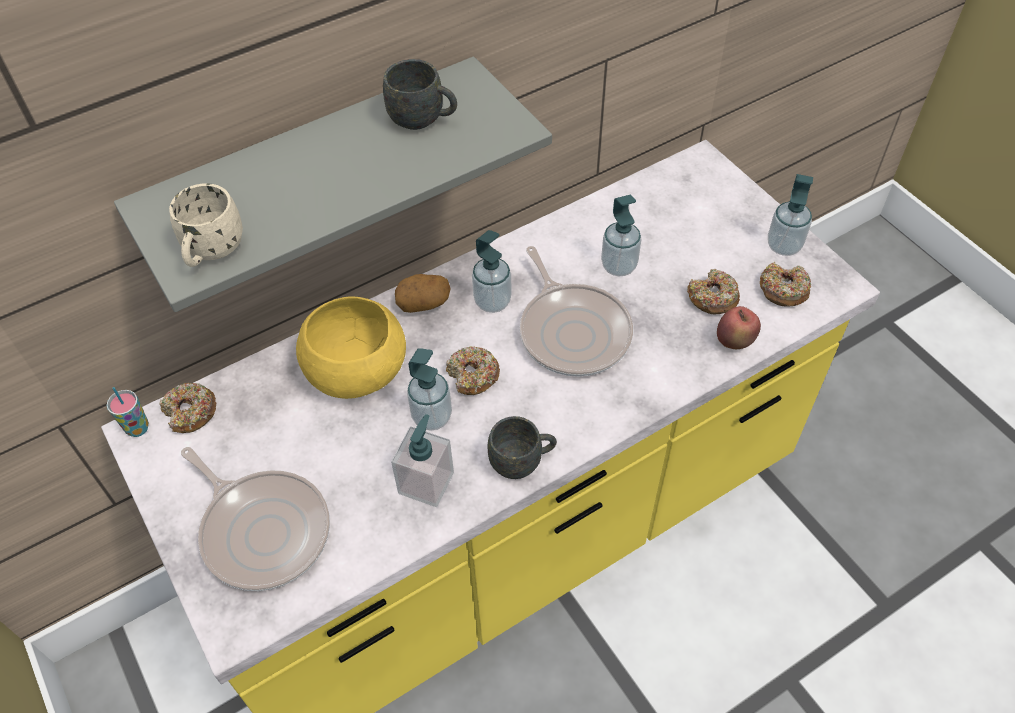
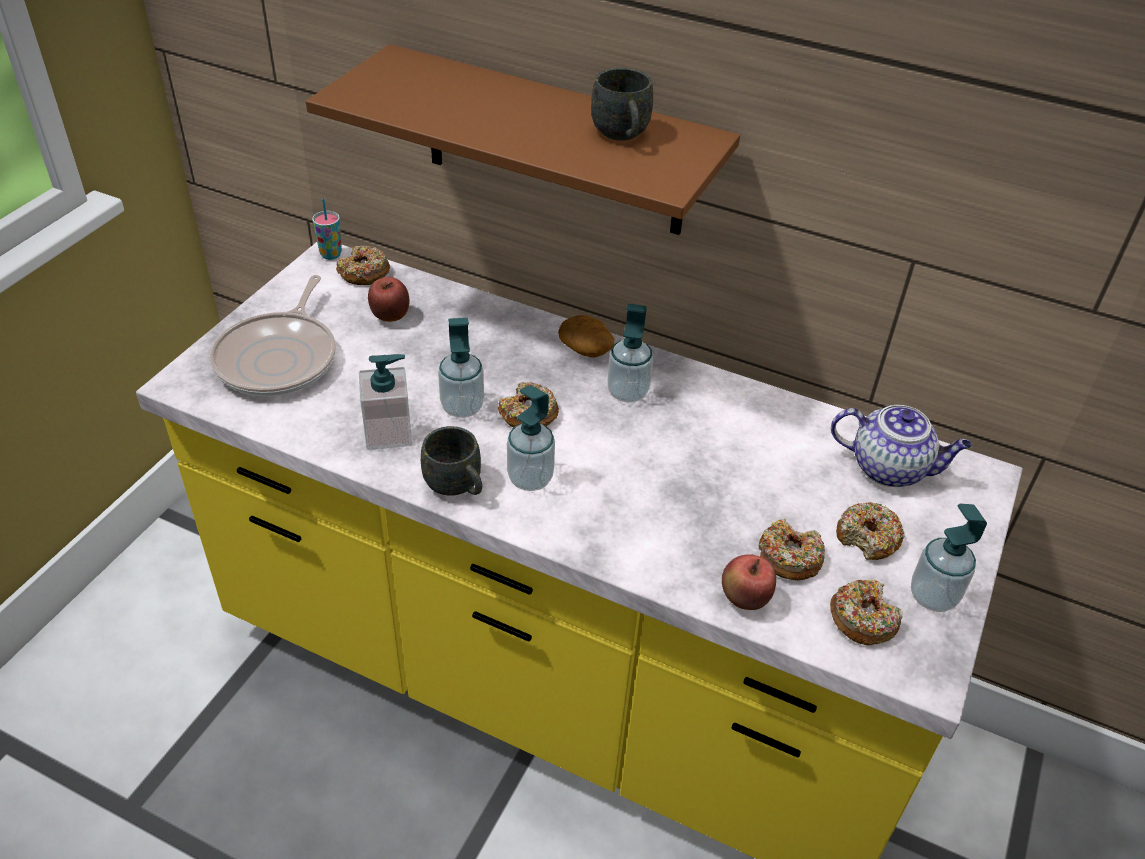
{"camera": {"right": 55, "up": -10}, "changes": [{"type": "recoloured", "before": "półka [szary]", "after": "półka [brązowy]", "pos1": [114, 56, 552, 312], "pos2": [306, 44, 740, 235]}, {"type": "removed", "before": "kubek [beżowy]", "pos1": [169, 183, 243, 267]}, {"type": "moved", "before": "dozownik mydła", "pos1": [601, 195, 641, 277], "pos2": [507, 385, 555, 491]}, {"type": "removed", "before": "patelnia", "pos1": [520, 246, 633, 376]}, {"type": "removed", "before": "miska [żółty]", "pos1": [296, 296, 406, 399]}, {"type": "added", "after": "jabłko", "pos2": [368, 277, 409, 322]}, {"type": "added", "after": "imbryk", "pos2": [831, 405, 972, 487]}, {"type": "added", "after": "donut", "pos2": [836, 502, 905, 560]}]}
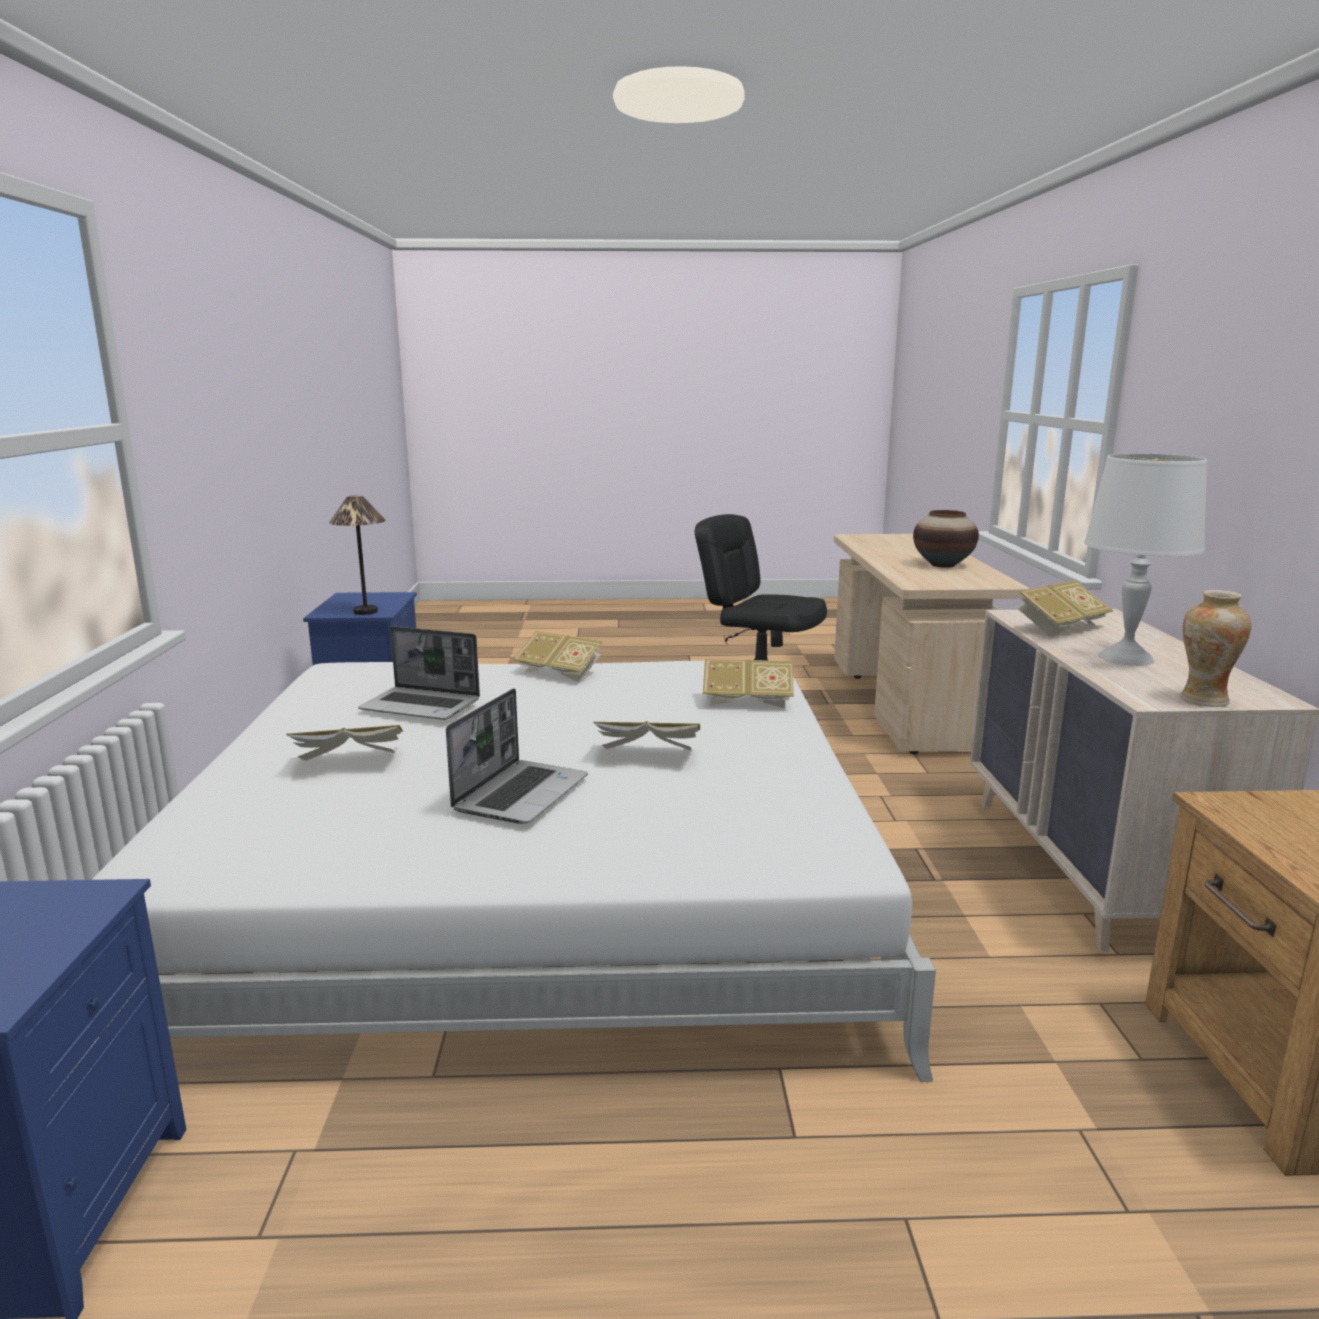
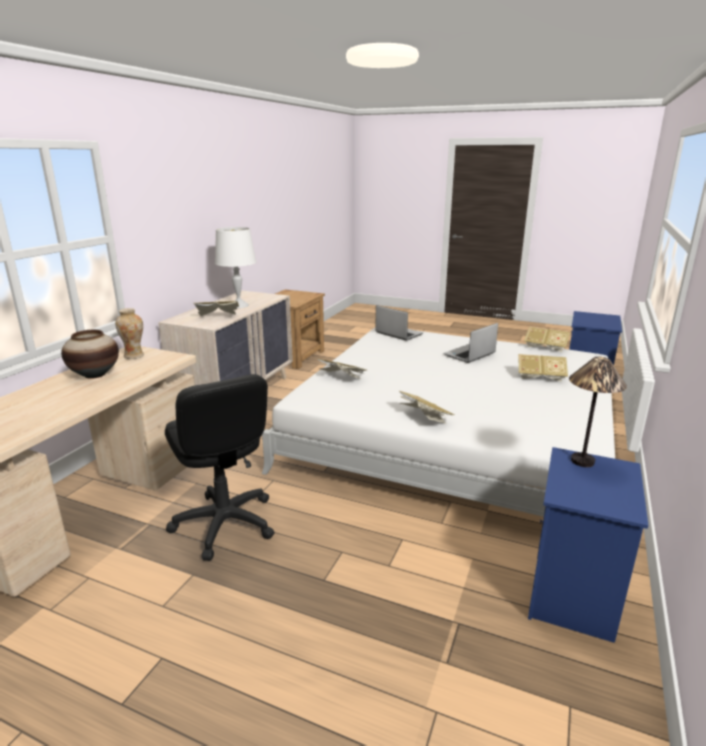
{"camera": {"right": -155, "up": 5}, "changes": [{"type": "moved", "before": "wazon", "pos1": [1180, 590, 1252, 707], "pos2": [115, 308, 144, 359]}, {"type": "moved", "before": "laptop", "pos1": [358, 626, 480, 720], "pos2": [375, 305, 423, 341]}, {"type": "moved", "before": "książka", "pos1": [593, 721, 700, 751], "pos2": [524, 327, 570, 352]}]}
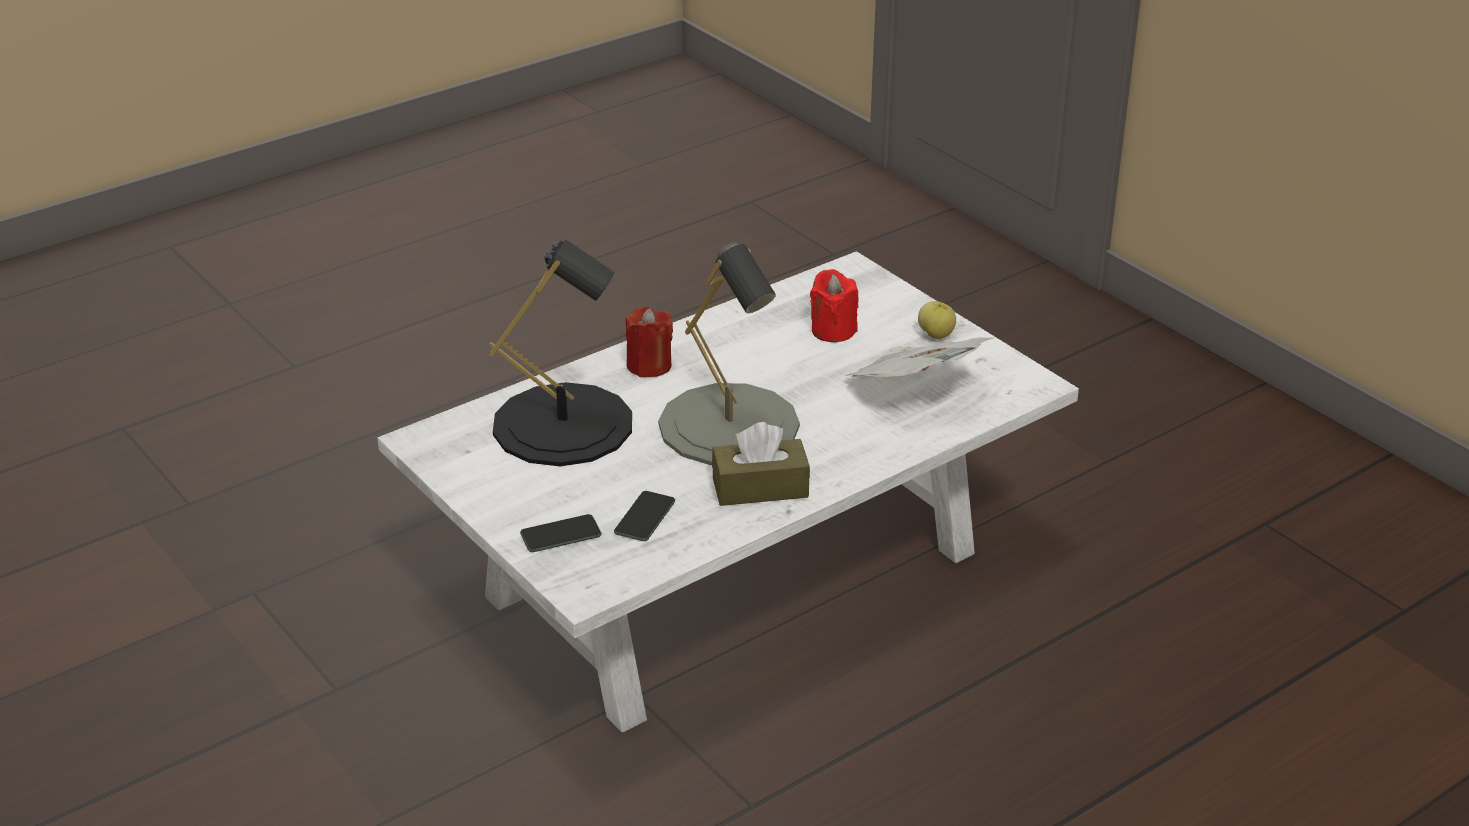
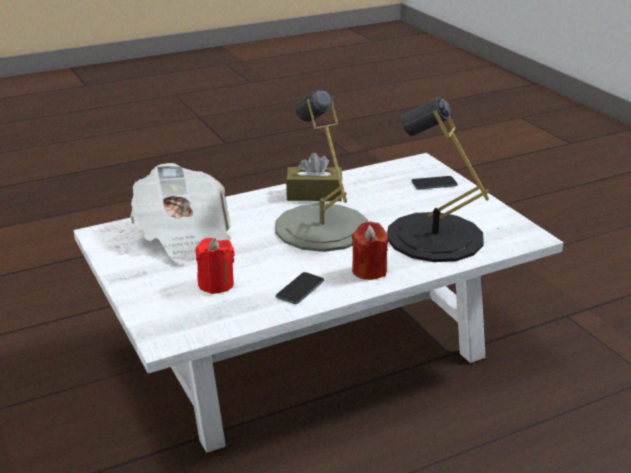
{"camera": {"right": -170, "up": -5}, "changes": [{"type": "removed", "before": "jabłko", "pos1": [918, 301, 956, 339]}, {"type": "moved", "before": "telefon", "pos1": [614, 491, 675, 541], "pos2": [276, 272, 324, 304]}]}
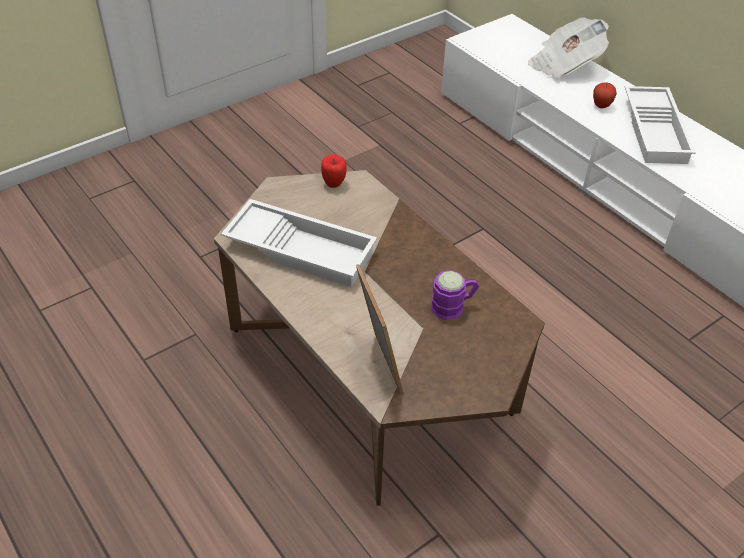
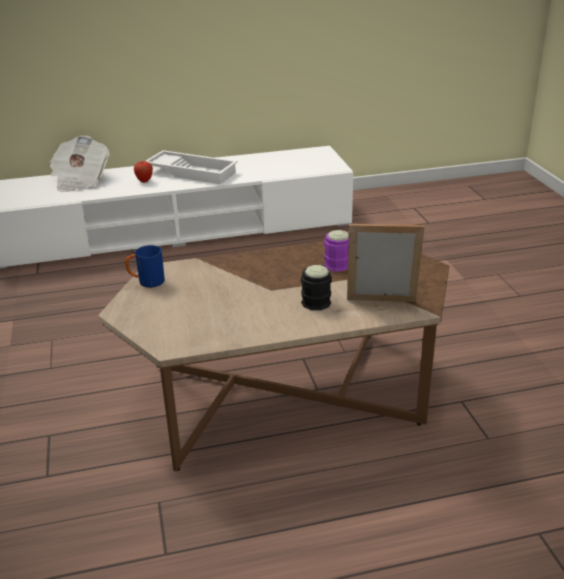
{"camera": {"right": -65, "up": -15}, "changes": [{"type": "replaced", "before": "jabłko", "after": "kubek [niebieski]", "pos1": [321, 154, 347, 188], "pos2": [125, 245, 165, 288]}, {"type": "removed", "before": "taca [biały]", "pos1": [221, 199, 377, 287]}, {"type": "added", "after": "kubek [czarny]", "pos2": [301, 265, 332, 310]}]}
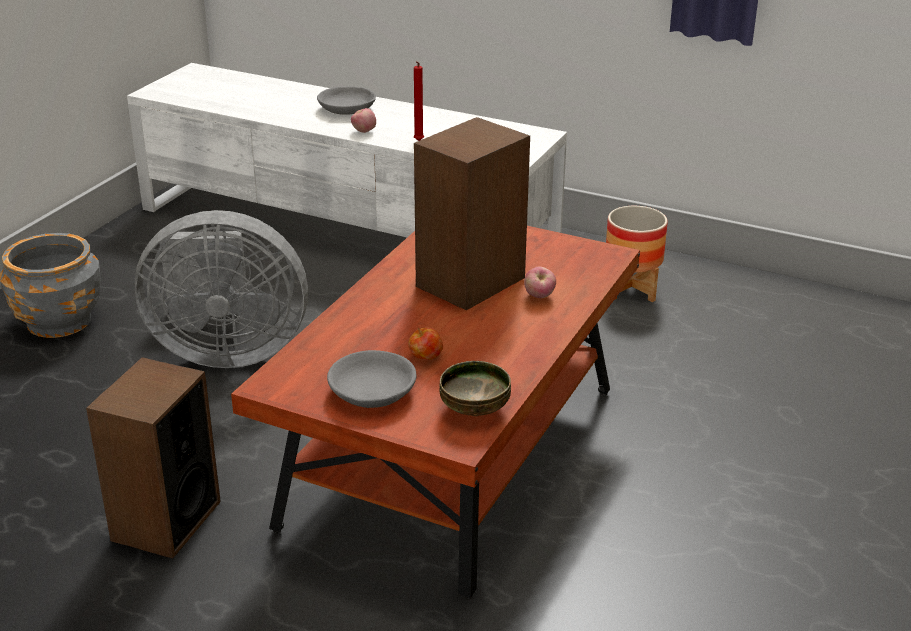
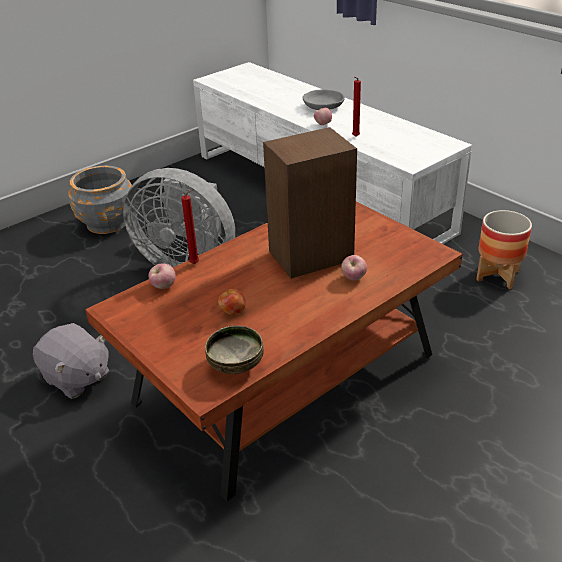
{"camera": {"right": 25, "up": 5}, "changes": [{"type": "removed", "before": "miska [szary]", "pos1": [327, 350, 416, 408]}, {"type": "replaced", "before": "głośnik", "after": "pluszak [szary]", "pos1": [86, 357, 221, 559], "pos2": [33, 323, 110, 399]}, {"type": "added", "after": "świeca [czerwony]", "pos2": [181, 189, 199, 264]}, {"type": "added", "after": "jabłko", "pos2": [148, 263, 176, 289]}]}
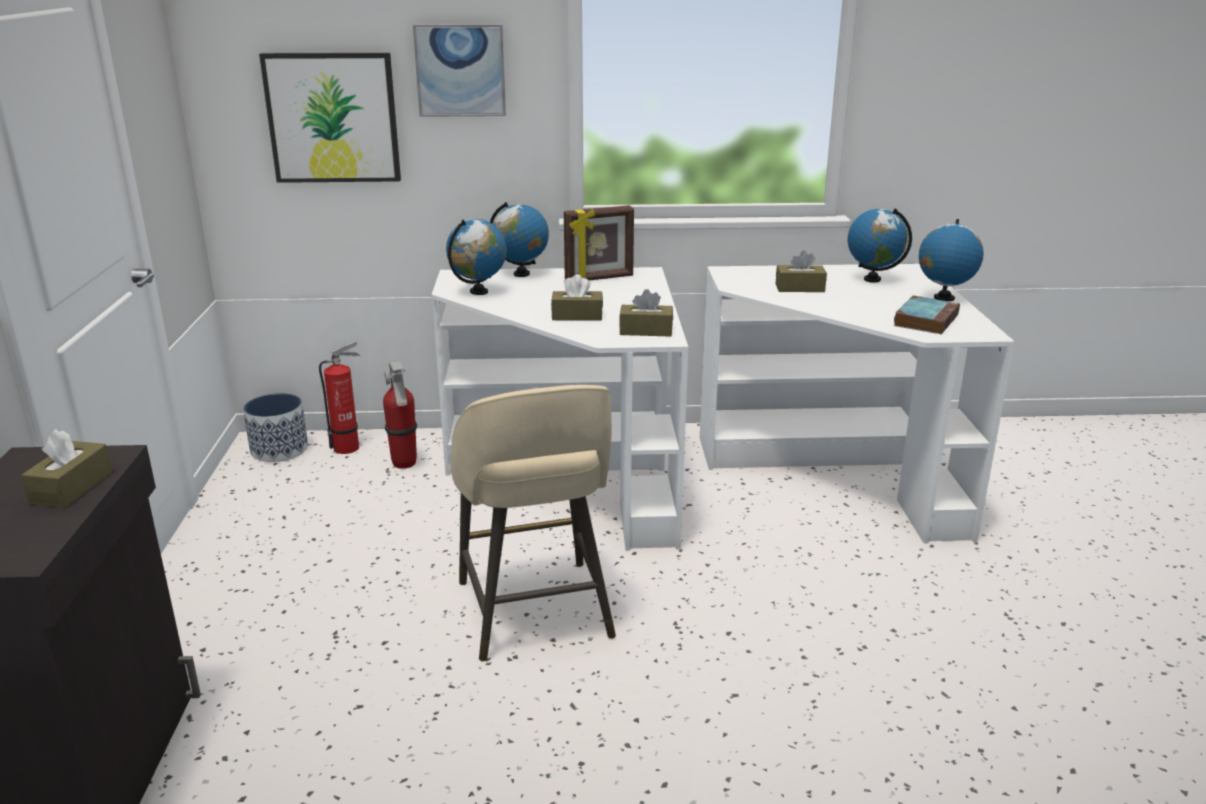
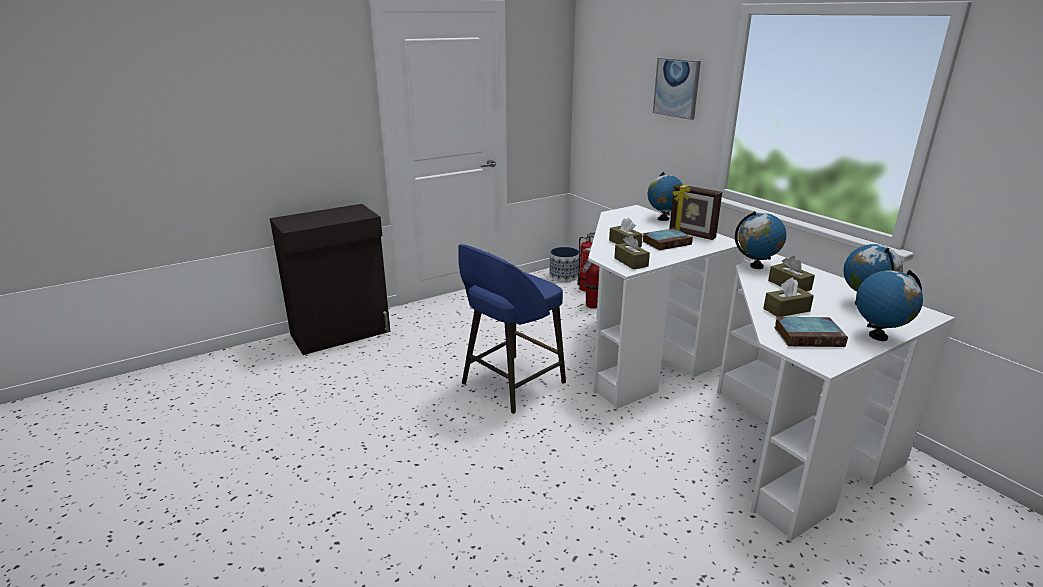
{"camera": {"right": 60, "up": 0}, "changes": [{"type": "removed", "before": "obraz", "pos1": [259, 53, 401, 183]}, {"type": "moved", "before": "globus", "pos1": [446, 219, 507, 295], "pos2": [735, 211, 786, 269]}, {"type": "recoloured", "before": "stołek [beżowy]", "after": "stołek [niebieski]", "pos1": [451, 385, 616, 662], "pos2": [458, 244, 566, 414]}, {"type": "moved", "before": "pudełko chusteczek [brązowy]", "pos1": [21, 429, 112, 508], "pos2": [763, 277, 814, 317]}, {"type": "added", "after": "książka", "pos2": [642, 228, 693, 250]}]}
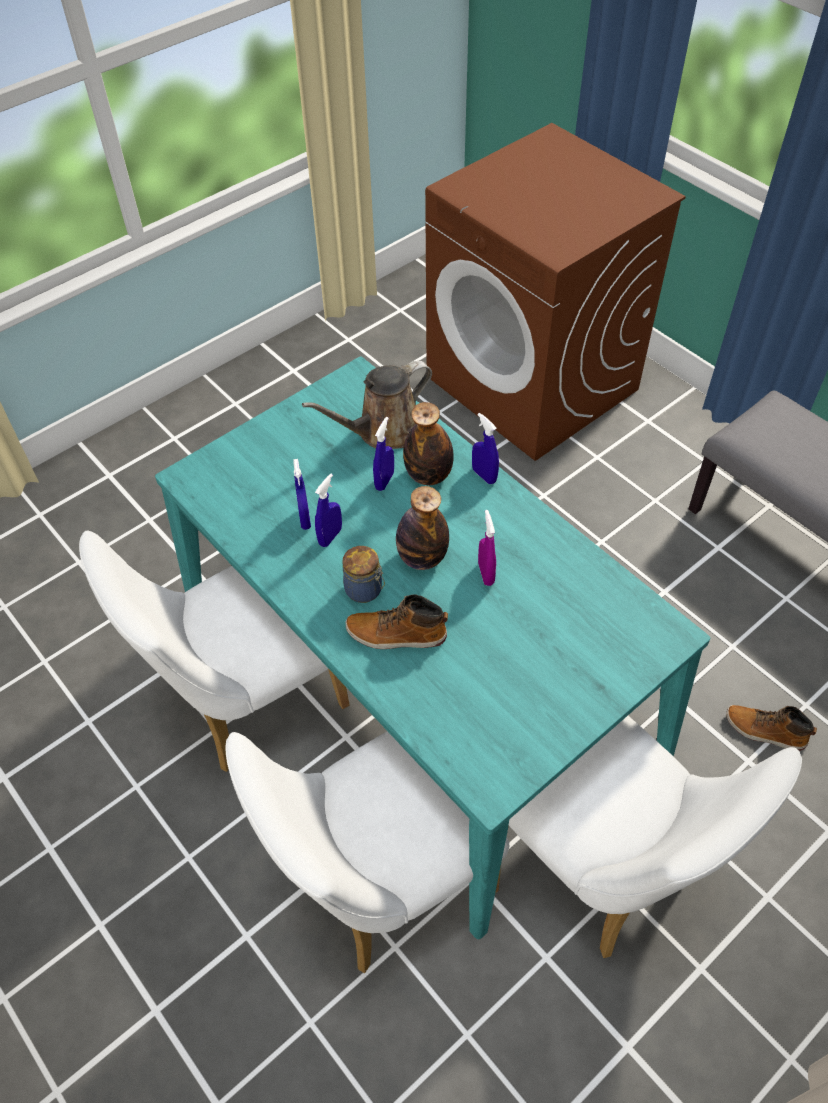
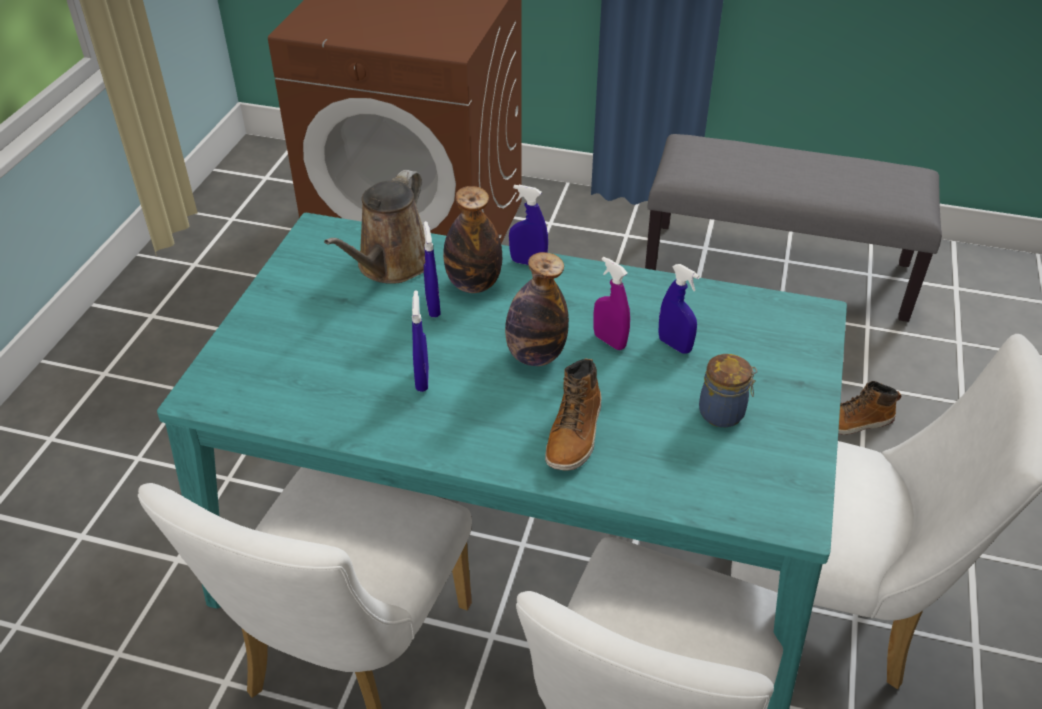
{"camera": {"right": -35, "up": -10}, "changes": [{"type": "moved", "before": "spryskiwacz [niebieski]", "pos1": [293, 459, 311, 530], "pos2": [658, 264, 700, 354]}, {"type": "moved", "before": "słoik", "pos1": [343, 546, 385, 603], "pos2": [699, 354, 757, 427]}, {"type": "turned", "before": "but z cholewką", "pos1": [346, 595, 448, 649], "pos2": [545, 359, 602, 471], "turn": -45}]}
